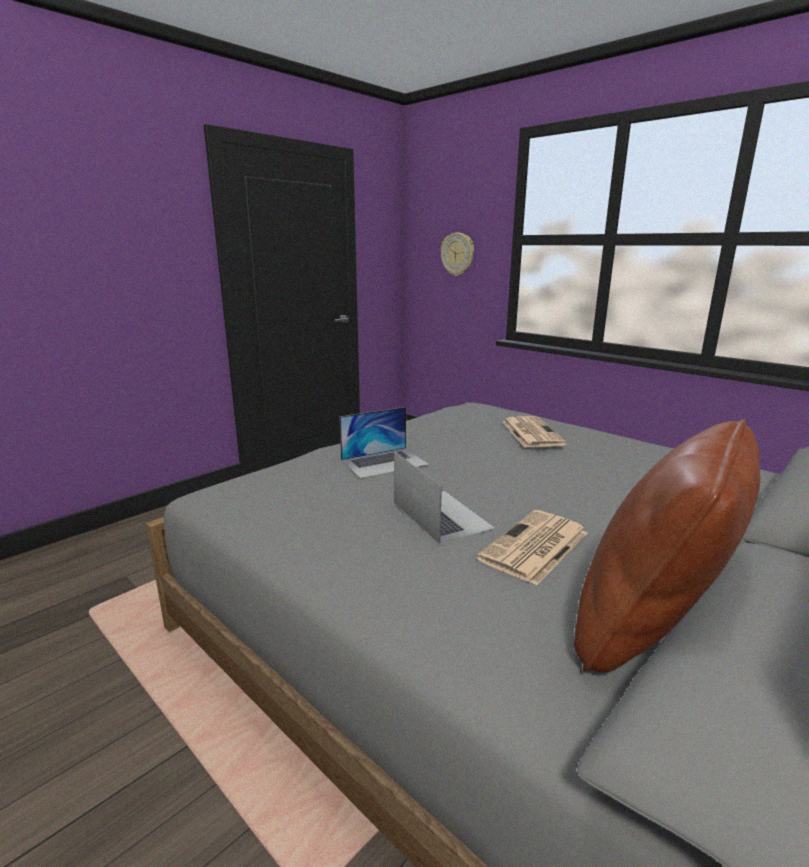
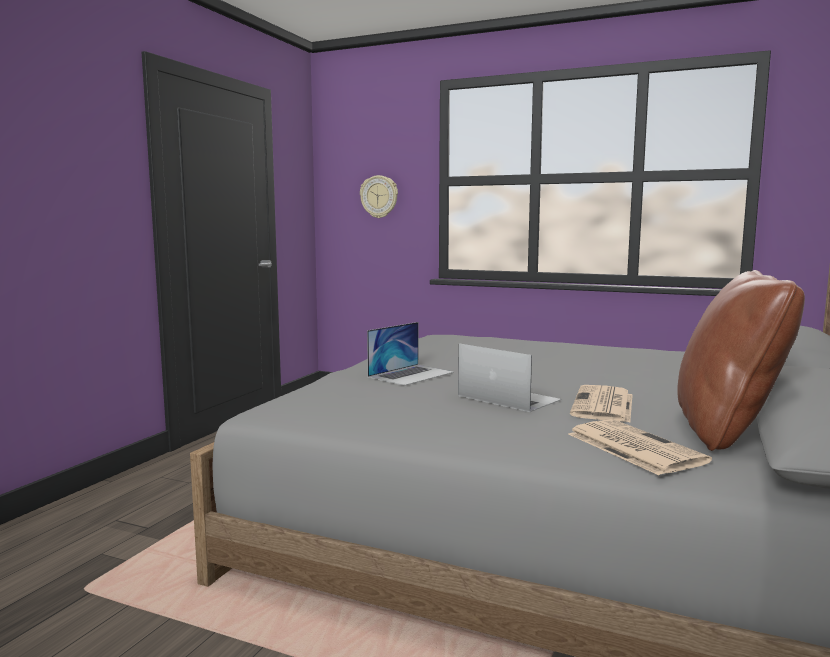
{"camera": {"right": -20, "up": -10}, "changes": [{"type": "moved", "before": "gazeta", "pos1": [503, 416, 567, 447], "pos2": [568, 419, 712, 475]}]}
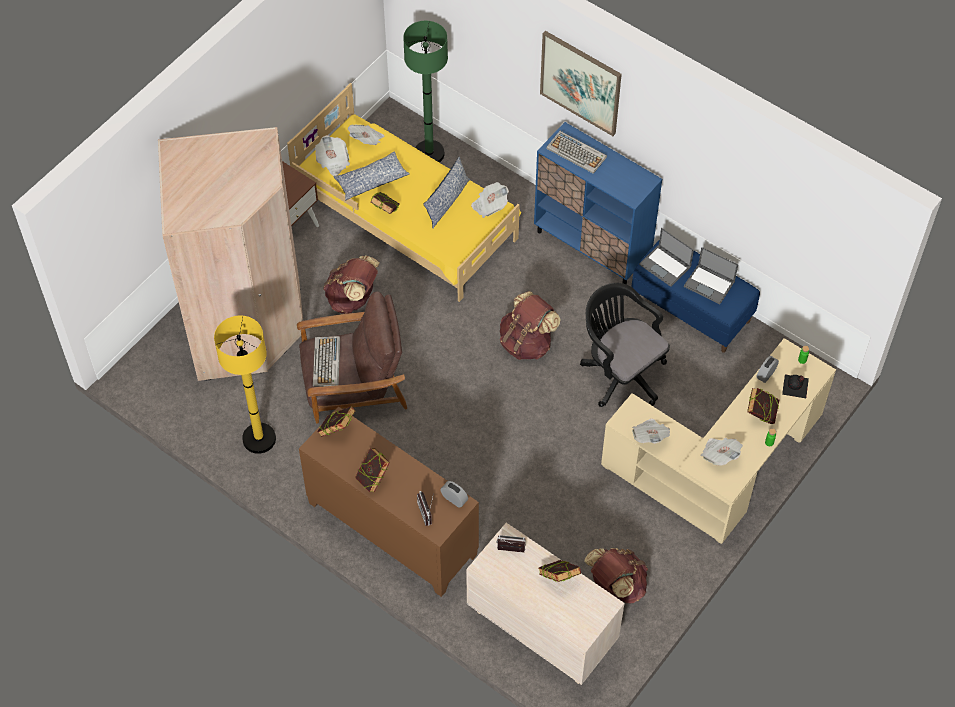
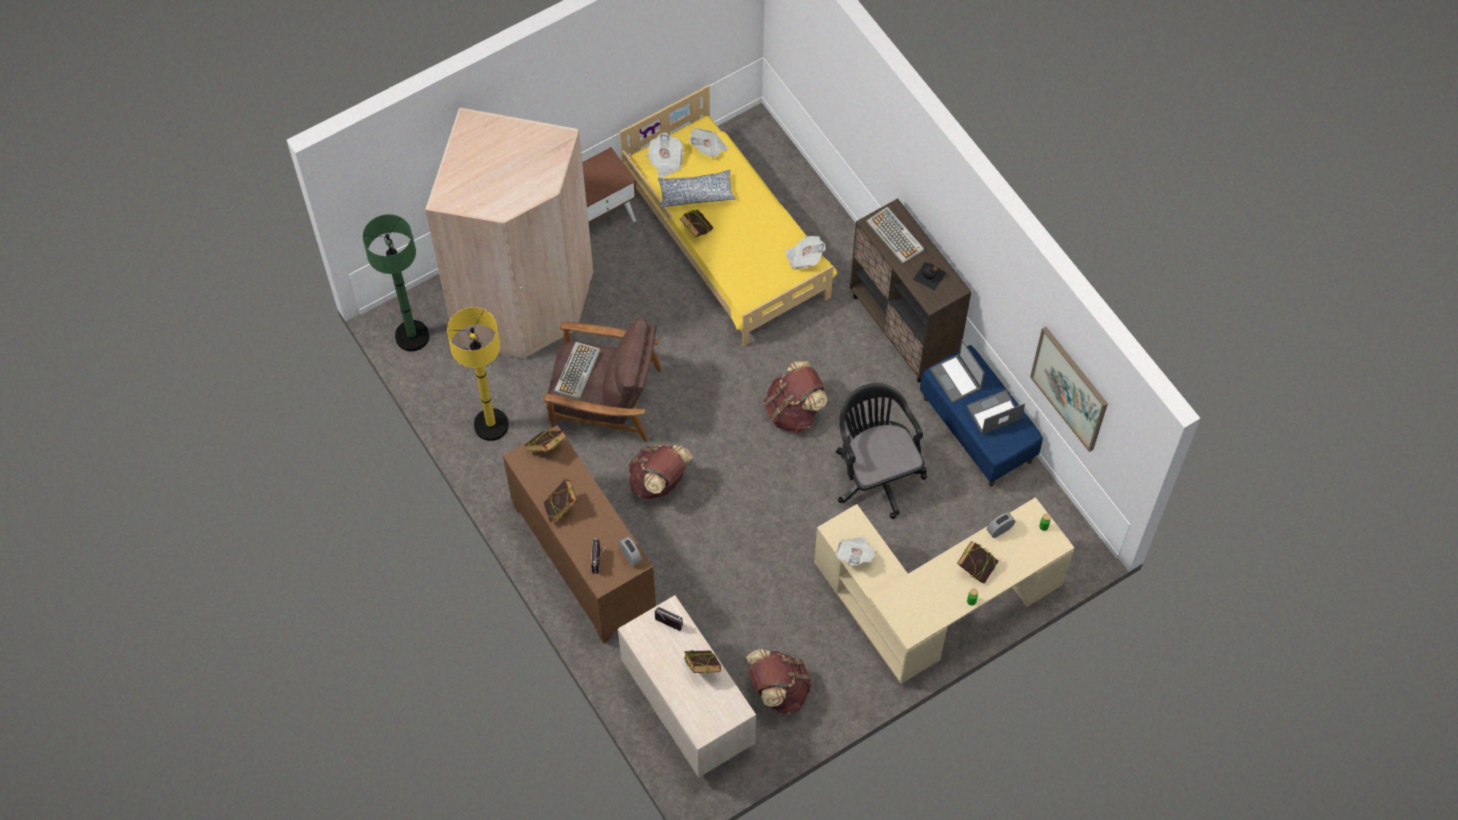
{"camera": {"right": 20, "up": 5}, "changes": [{"type": "moved", "before": "lampa stojąca [zielony]", "pos1": [403, 21, 448, 163], "pos2": [363, 214, 429, 351]}, {"type": "moved", "before": "obraz", "pos1": [540, 31, 622, 136], "pos2": [1030, 327, 1108, 452]}, {"type": "recoloured", "before": "szafka [niebieski]", "after": "szafka [brązowy]", "pos1": [534, 122, 662, 285], "pos2": [850, 198, 972, 383]}, {"type": "removed", "before": "poduszka", "pos1": [423, 156, 470, 229]}, {"type": "turned", "before": "laptop", "pos1": [684, 247, 738, 304], "pos2": [967, 390, 1025, 434], "turn": 105}, {"type": "moved", "before": "plecak [brązowy]", "pos1": [323, 255, 380, 314], "pos2": [629, 445, 693, 499]}, {"type": "moved", "before": "butelka [czarny]", "pos1": [782, 374, 809, 398], "pos2": [913, 262, 947, 291]}, {"type": "removed", "before": "gazeta", "pos1": [700, 438, 743, 466]}]}
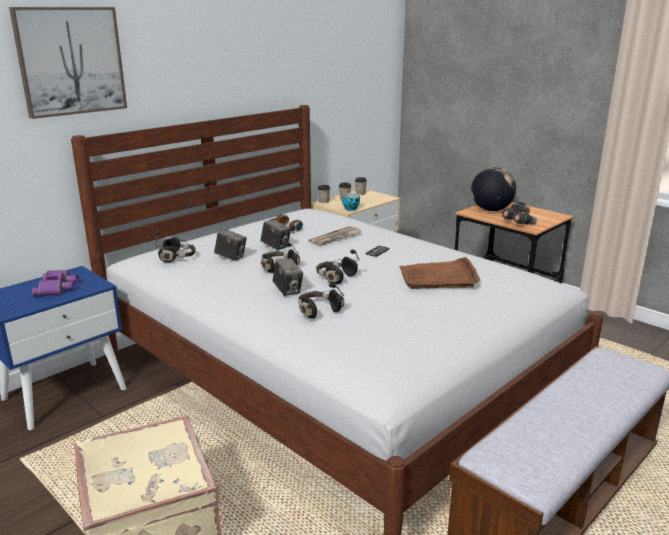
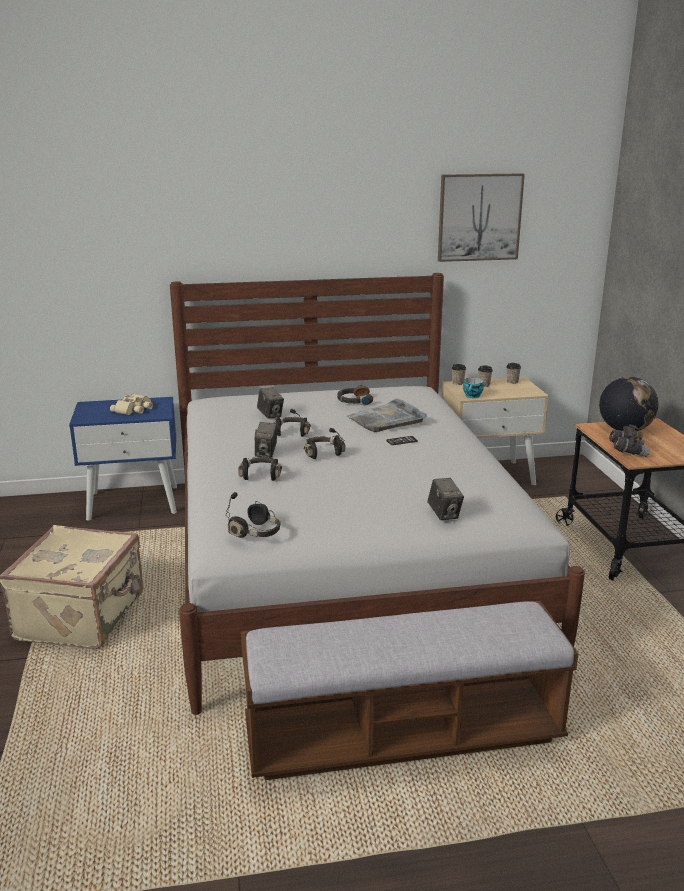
{"camera": {"right": 35, "up": 0}, "changes": [{"type": "moved", "before": "obraz", "pos1": [9, 7, 127, 119], "pos2": [438, 173, 525, 262]}, {"type": "moved", "before": "aparat fotograficzny", "pos1": [260, 219, 291, 250], "pos2": [427, 478, 464, 520]}, {"type": "replaced", "before": "gazeta", "after": "taca [szary]", "pos1": [308, 226, 361, 246], "pos2": [347, 399, 427, 432]}, {"type": "moved", "before": "słuchawki [czarny]", "pos1": [155, 230, 196, 262], "pos2": [225, 492, 281, 538]}, {"type": "removed", "before": "taca [brązowy]", "pos1": [399, 257, 480, 289]}, {"type": "recoloured", "before": "lornetka [fioletowy]", "after": "lornetka [beżowy]", "pos1": [32, 270, 79, 296], "pos2": [110, 394, 153, 415]}]}
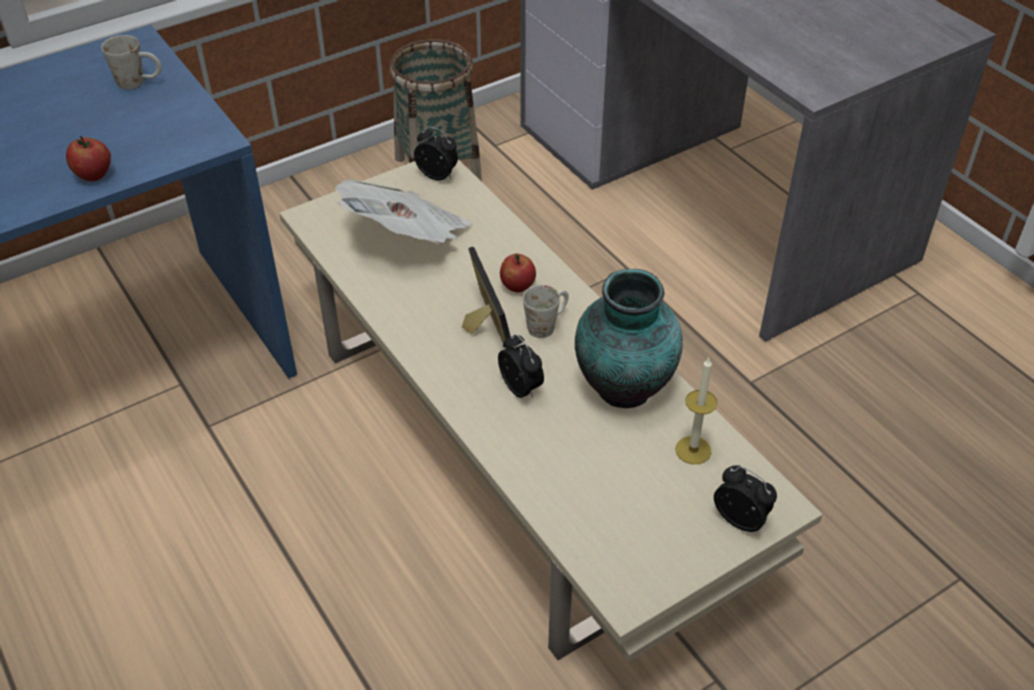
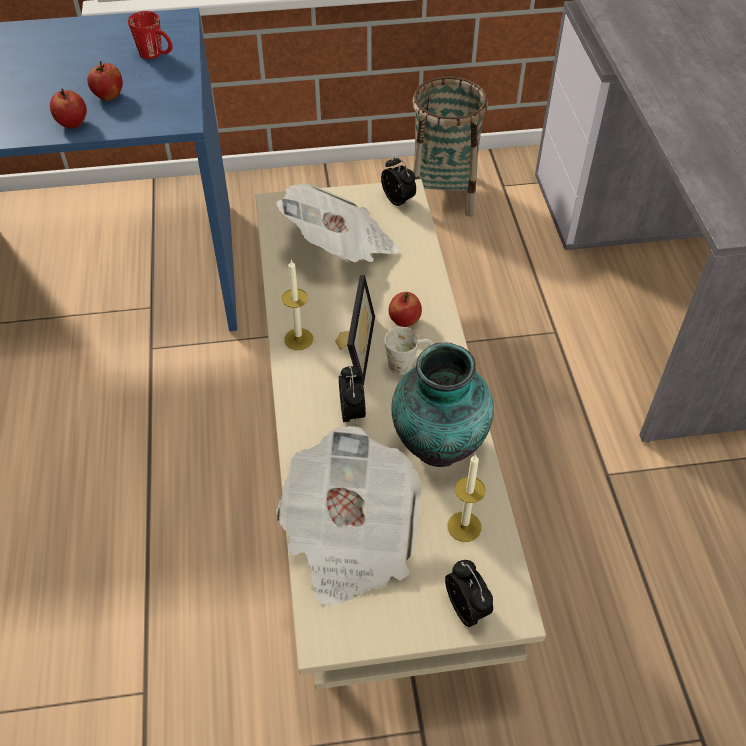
{"camera": {"right": 25, "up": 5}, "changes": [{"type": "recoloured", "before": "kubek [biały]", "after": "kubek [czerwony]", "pos1": [101, 35, 162, 90], "pos2": [128, 11, 173, 59]}, {"type": "added", "after": "jabłko", "pos2": [87, 61, 123, 101]}, {"type": "added", "after": "świeca", "pos2": [282, 260, 313, 350]}, {"type": "added", "after": "gazeta", "pos2": [276, 426, 422, 606]}]}
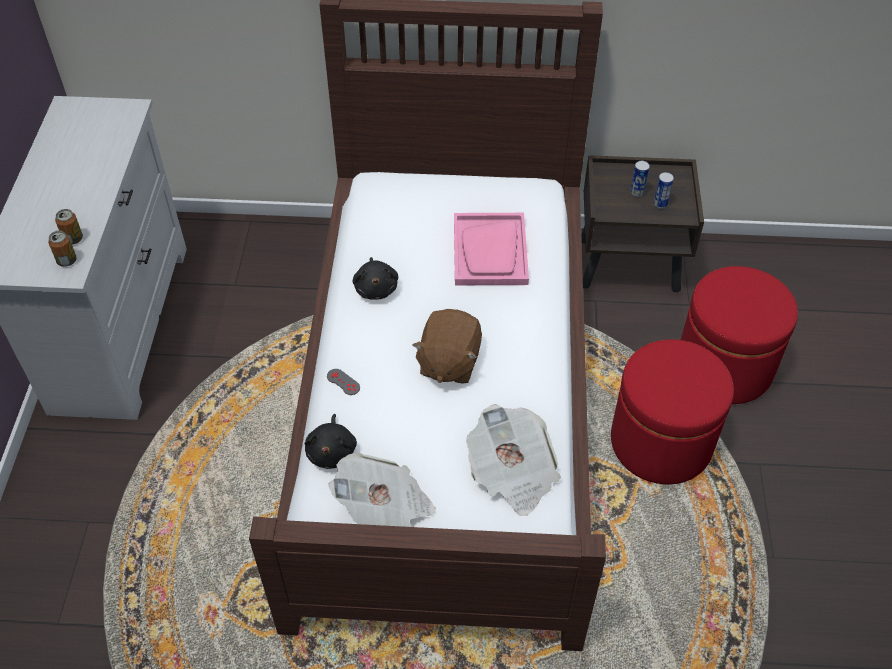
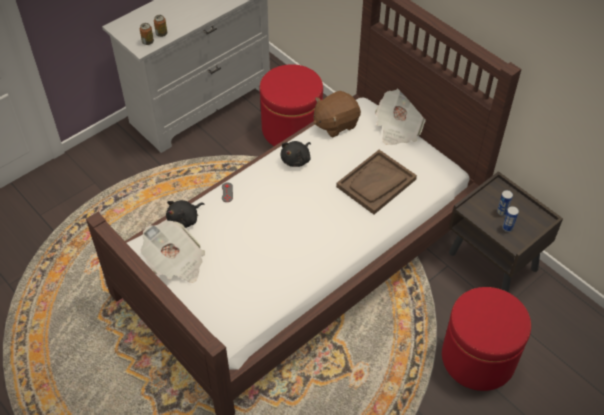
{"camera": {"right": 45, "up": 0}, "changes": [{"type": "recoloured", "before": "taca [różowy]", "after": "taca [brązowy]", "pos1": [454, 213, 529, 285], "pos2": [336, 150, 417, 215]}, {"type": "moved", "before": "pluszak [brązowy]", "pos1": [412, 309, 482, 384], "pos2": [314, 91, 361, 137]}, {"type": "moved", "before": "pufa [czerwony]", "pos1": [611, 339, 734, 484], "pos2": [260, 64, 323, 146]}, {"type": "moved", "before": "gazeta", "pos1": [466, 404, 561, 516], "pos2": [375, 88, 426, 145]}]}
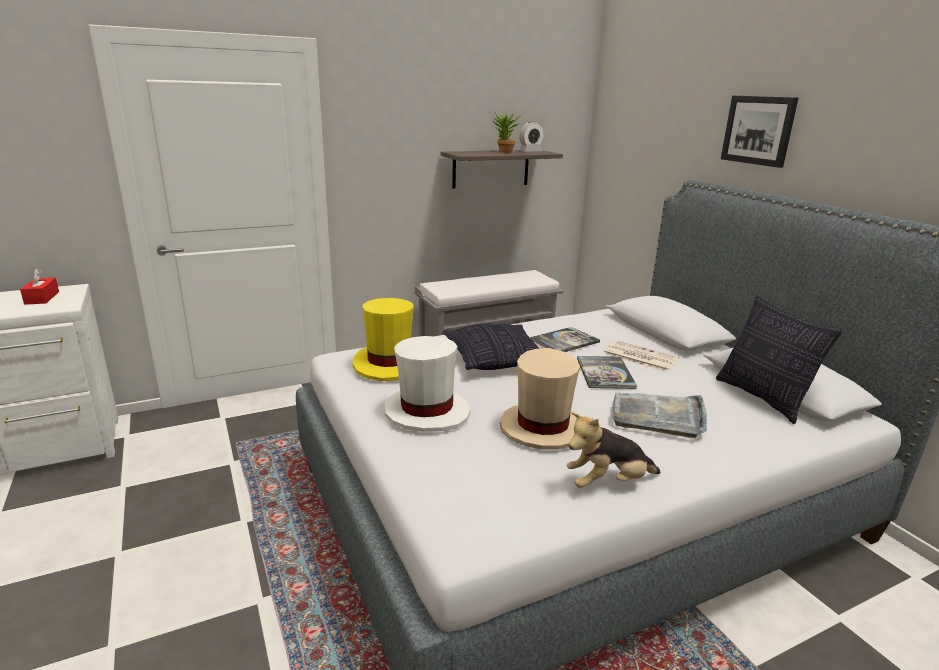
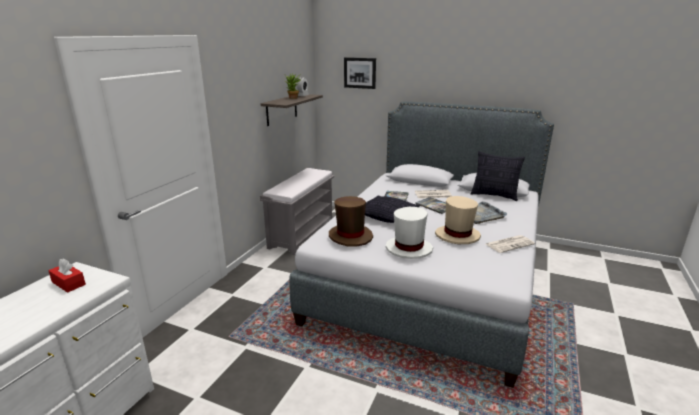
{"camera": {"right": -40, "up": 0}, "changes": [{"type": "moved", "before": "obraz", "pos1": [721, 96, 798, 168], "pos2": [344, 57, 376, 89]}, {"type": "recoloured", "before": "kapelusz [żółty]", "after": "kapelusz [brązowy]", "pos1": [353, 298, 414, 381], "pos2": [329, 196, 373, 247]}, {"type": "replaced", "before": "pluszak", "after": "gazeta", "pos1": [567, 412, 661, 488], "pos2": [486, 235, 535, 253]}]}
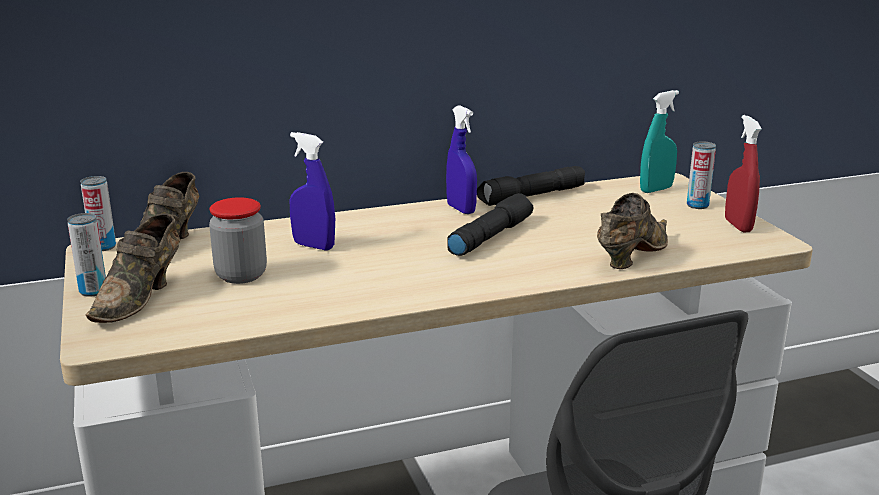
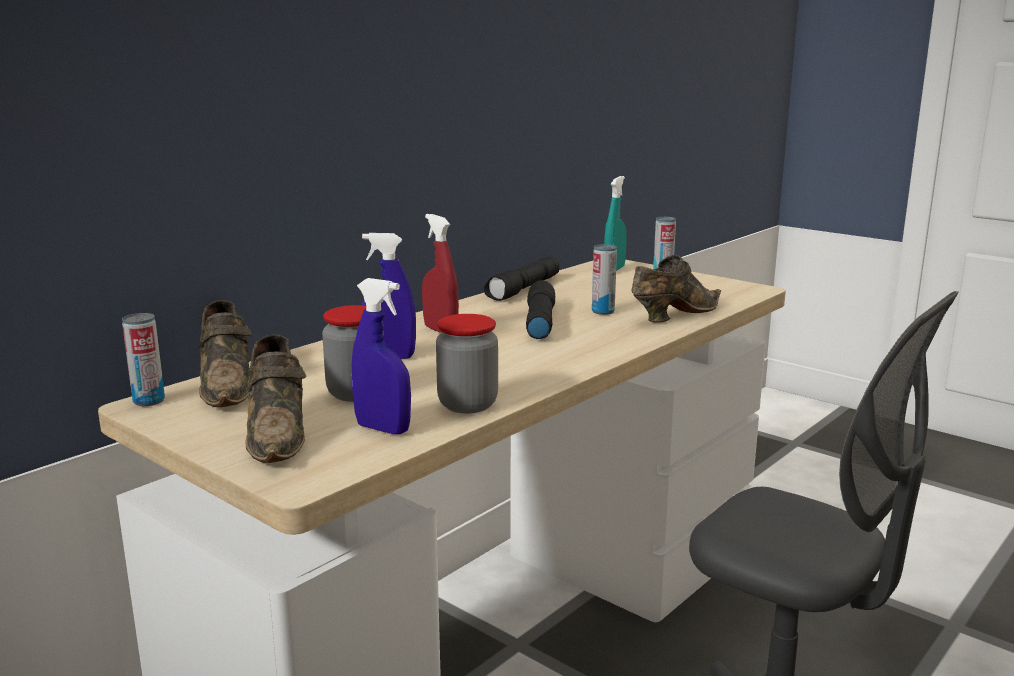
{"camera": {"right": -30, "up": -5}, "changes": [{"type": "moved", "before": "spryskiwacz [niebieski]", "pos1": [446, 105, 477, 214], "pos2": [352, 278, 411, 434]}, {"type": "moved", "before": "spryskiwacz [czerwony]", "pos1": [725, 115, 762, 233], "pos2": [422, 214, 459, 333]}, {"type": "turned", "before": "but [brązowy]", "pos1": [597, 193, 668, 269], "pos2": [632, 255, 721, 322], "turn": 45}, {"type": "moved", "before": "puszka", "pos1": [67, 213, 106, 297], "pos2": [592, 244, 617, 315]}, {"type": "added", "after": "słoik", "pos2": [436, 314, 498, 413]}]}
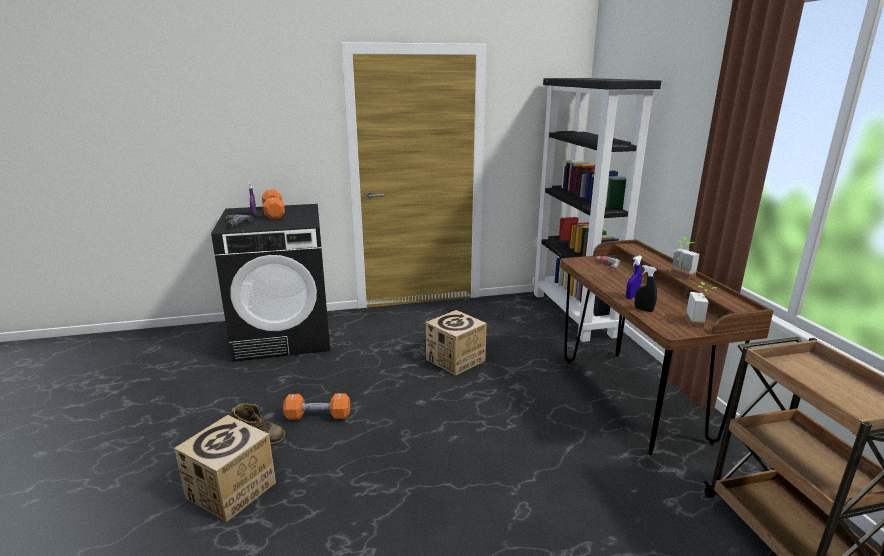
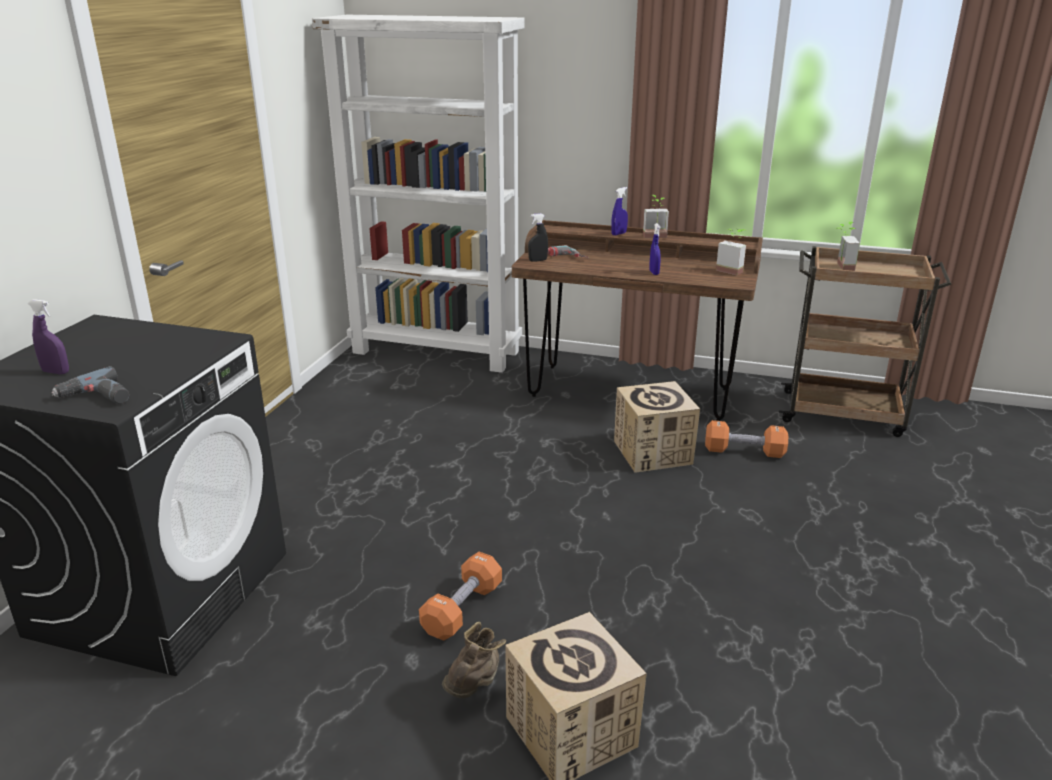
{"camera": {"right": -60, "up": 5}, "changes": [{"type": "recoloured", "before": "regał [czarny]", "after": "regał [biały]", "pos1": [532, 78, 661, 342], "pos2": [312, 15, 525, 373]}, {"type": "moved", "before": "hantel [pomarańczowy]", "pos1": [262, 190, 285, 219], "pos2": [705, 420, 788, 458]}, {"type": "moved", "before": "spryskiwacz [czarny]", "pos1": [635, 265, 657, 312], "pos2": [528, 213, 548, 262]}, {"type": "moved", "before": "karton", "pos1": [426, 310, 487, 376], "pos2": [614, 381, 700, 473]}, {"type": "added", "after": "spryskiwacz [niebieski]", "pos2": [611, 187, 628, 235]}, {"type": "added", "after": "roślina doniczkowa", "pos2": [835, 222, 860, 271]}]}
